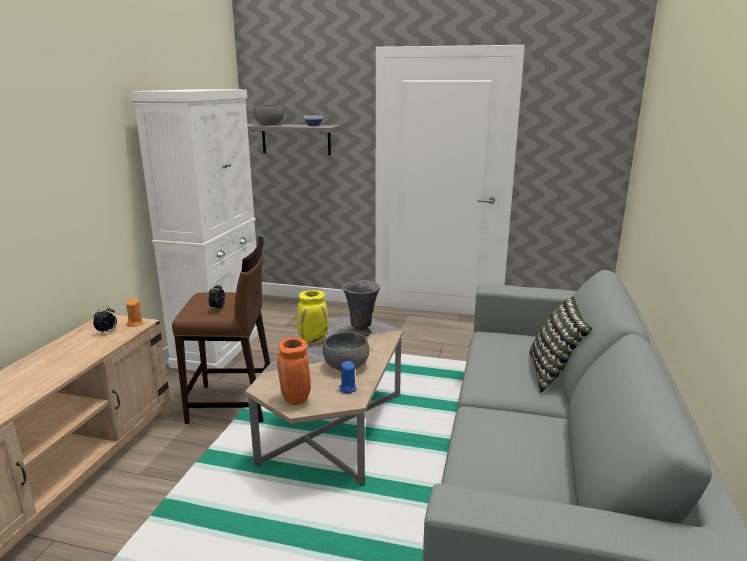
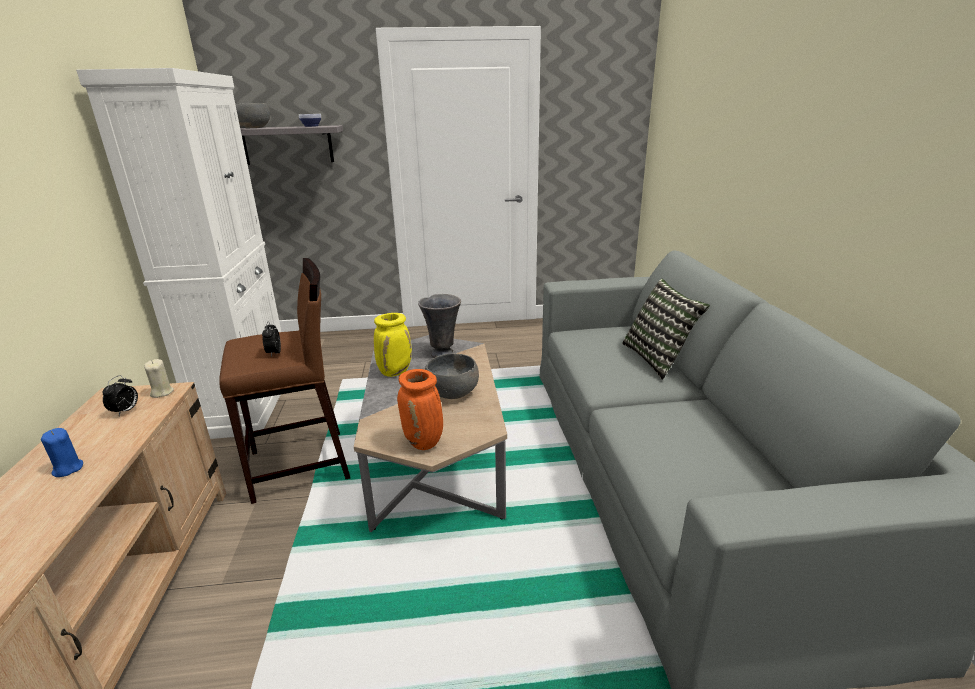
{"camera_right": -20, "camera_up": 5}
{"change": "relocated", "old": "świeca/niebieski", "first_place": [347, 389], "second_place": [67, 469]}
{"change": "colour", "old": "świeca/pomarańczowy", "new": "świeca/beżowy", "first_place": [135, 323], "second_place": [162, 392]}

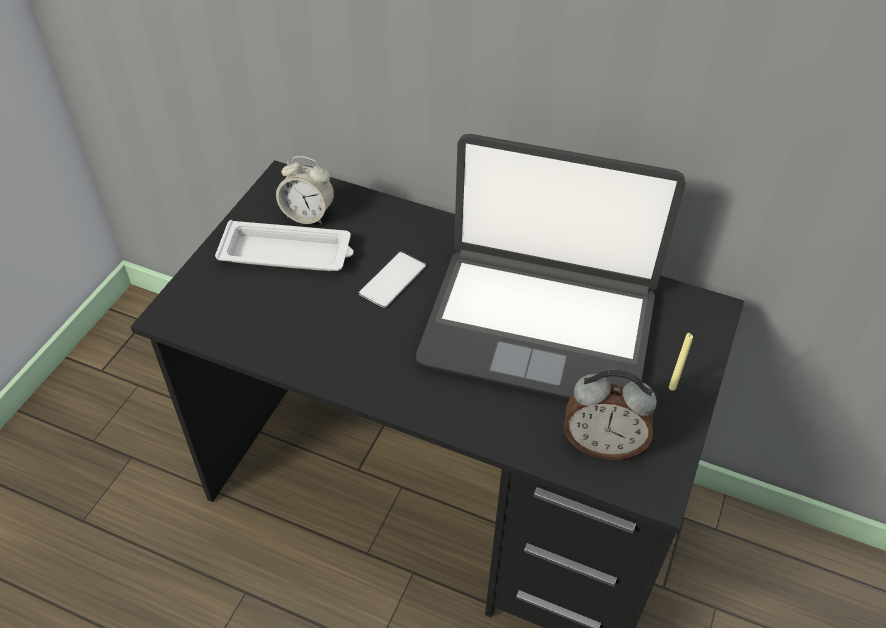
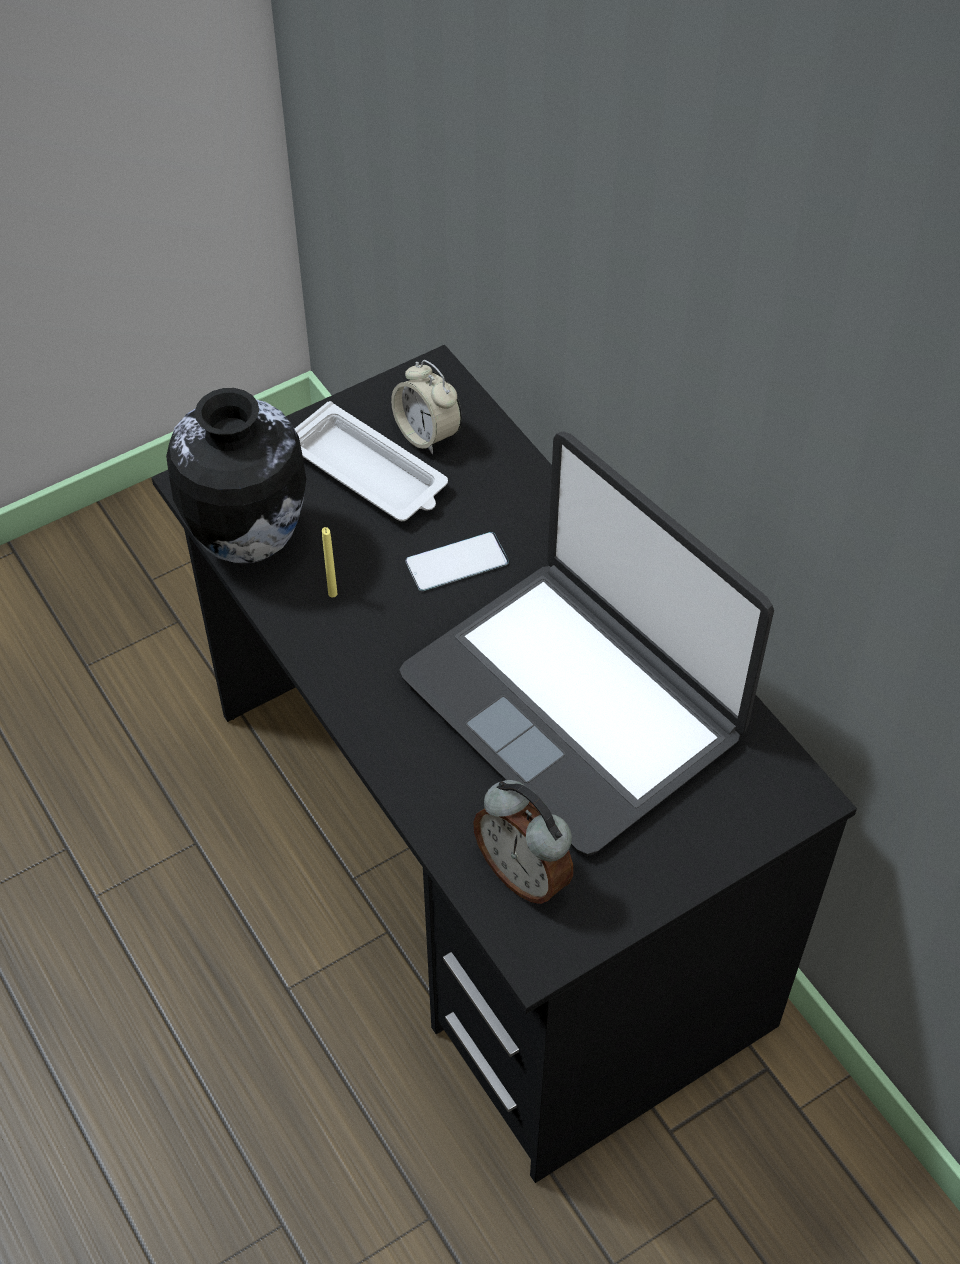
{"camera_right": 35, "camera_up": 5}
{"change": "appeared", "new": "wazon", "second_place": [247, 542]}
{"change": "relocated", "old": "świeca/żółty", "first_place": [672, 387], "second_place": [332, 594]}

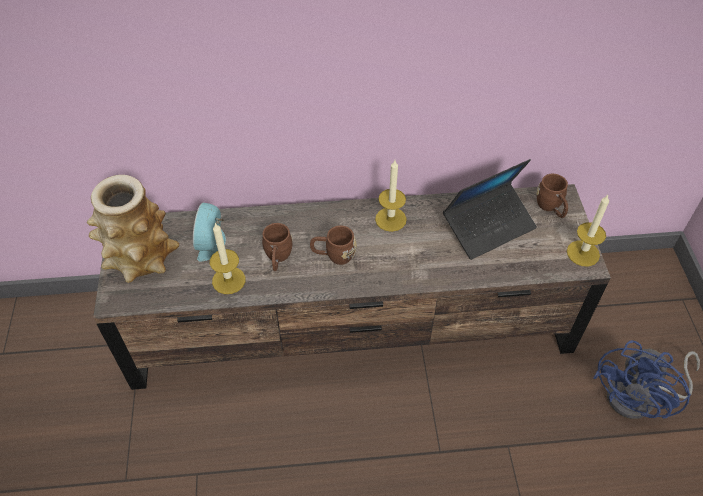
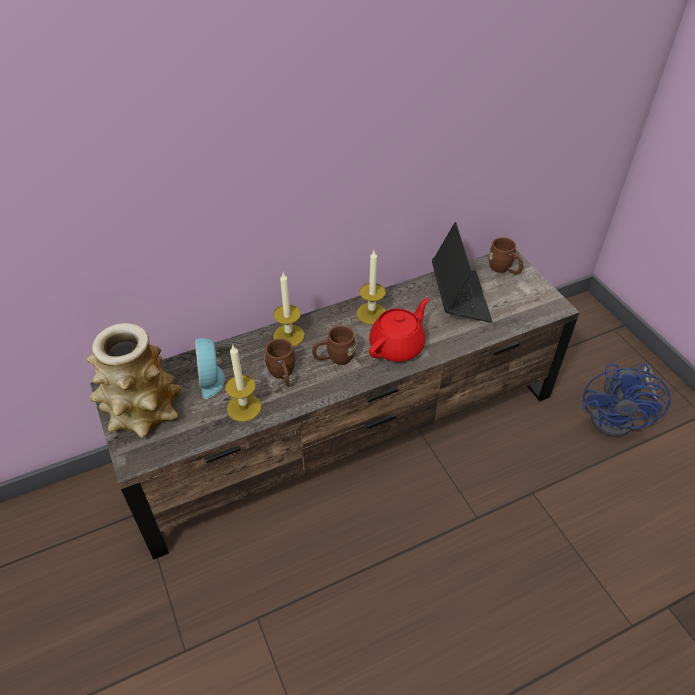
{"camera_right": -20, "camera_up": -5}
{"change": "appeared", "new": "imbryk/czerwony", "second_place": [397, 346]}
{"change": "relocated", "old": "świeca", "first_place": [583, 253], "second_place": [288, 335]}
{"change": "spun", "old": "laptop", "first_place": [488, 226], "second_place": [459, 297], "degrees": -45}

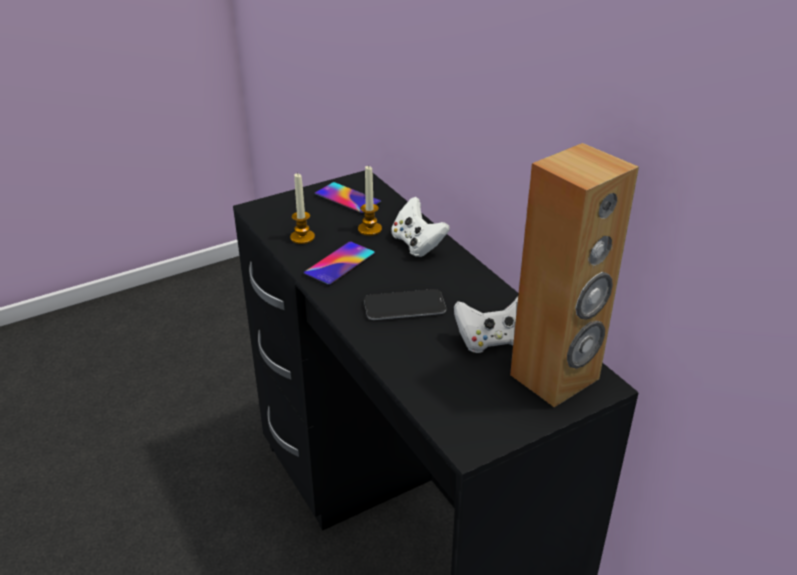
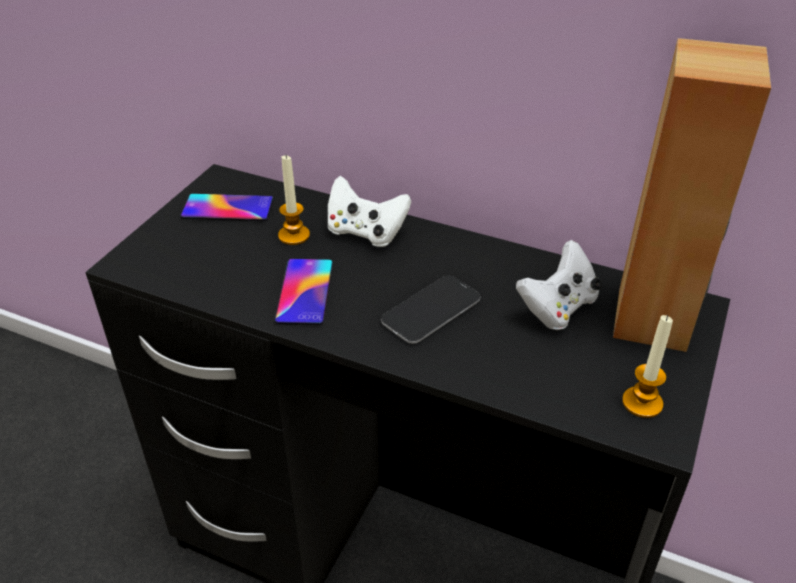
{"camera_right": -35, "camera_up": 5}
{"change": "relocated", "old": "świeca", "first_place": [302, 237], "second_place": [642, 403]}

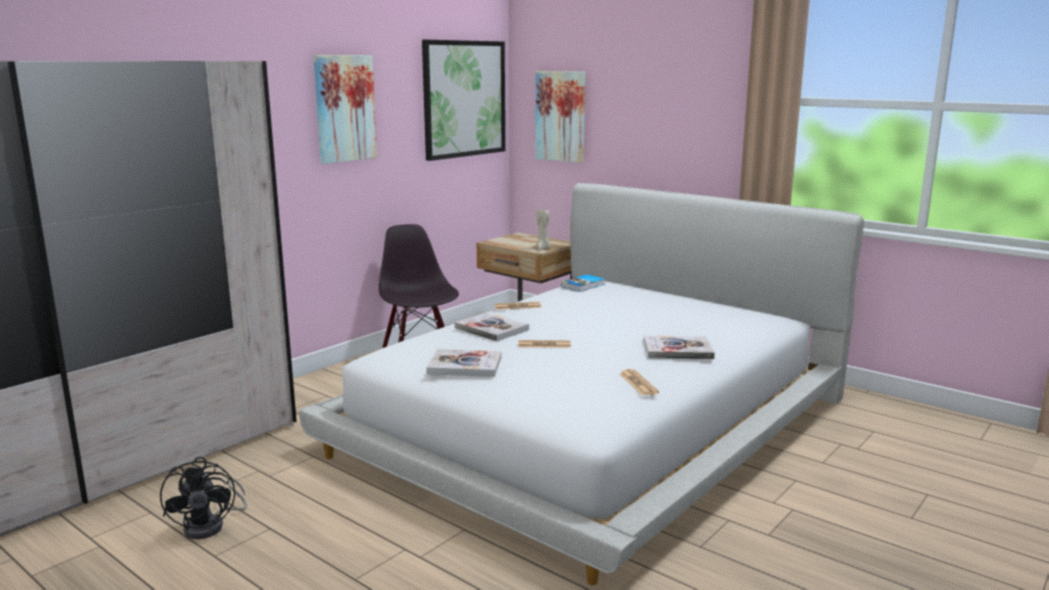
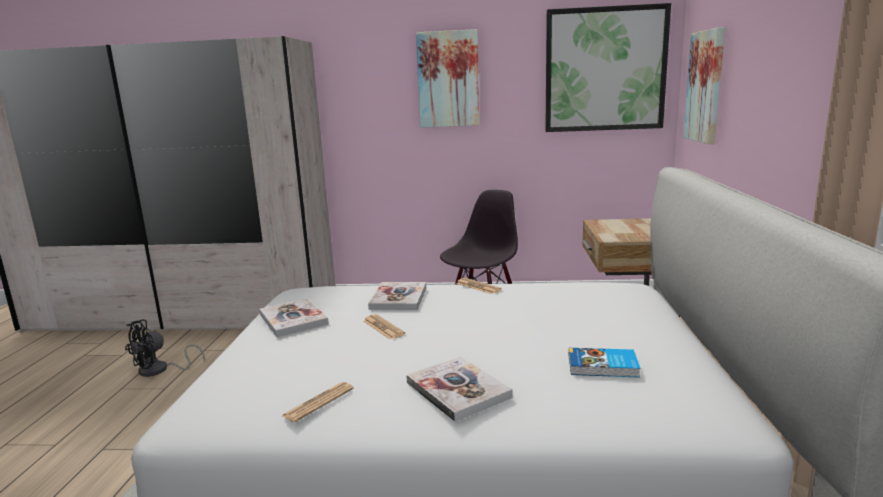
{"camera_right": 55, "camera_up": 0}
{"change": "missing", "old": "świeca/beżowy", "first_place": [543, 248]}
{"change": "relocated", "old": "książka", "first_place": [584, 285], "second_place": [603, 366]}

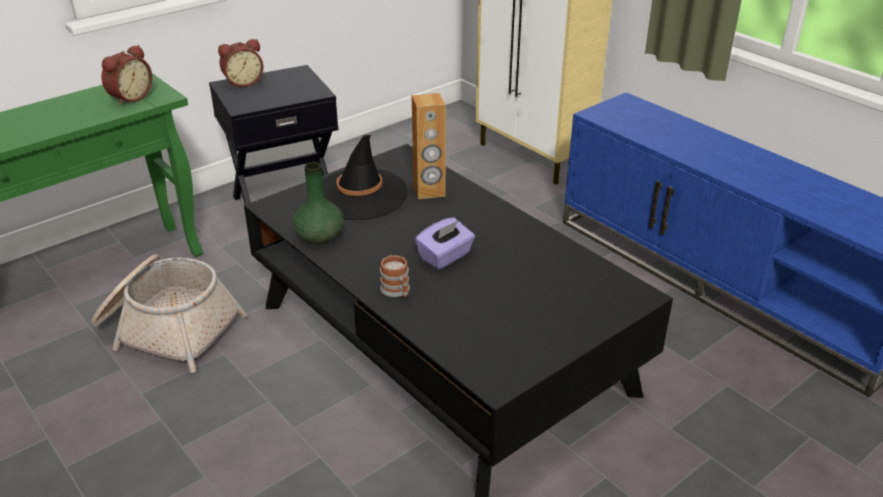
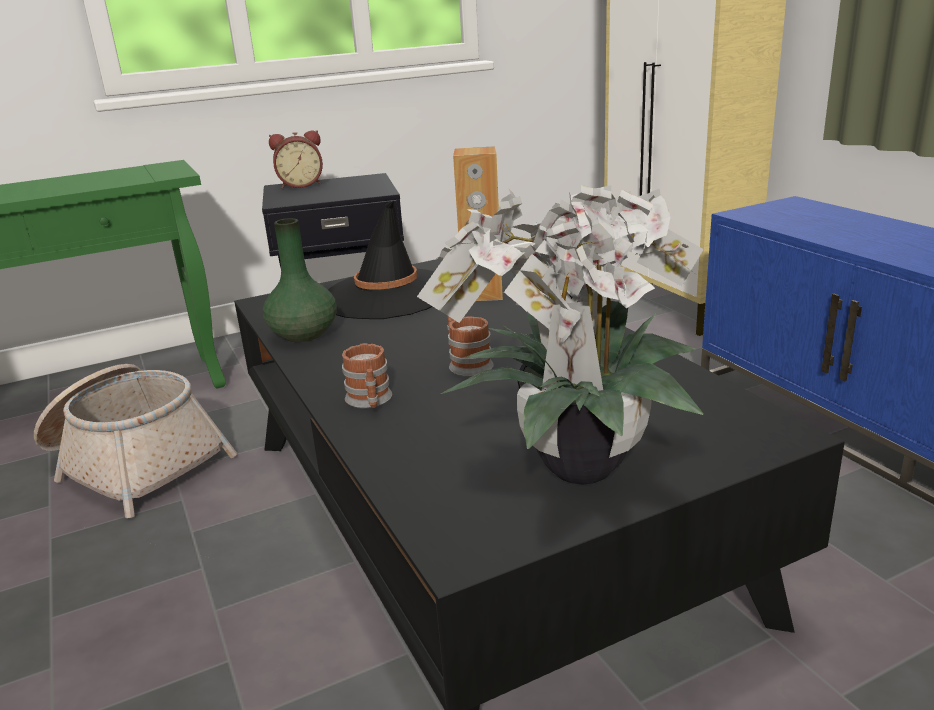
{"camera_right": 15, "camera_up": -10}
{"change": "missing", "old": "budzik", "first_place": [129, 97]}
{"change": "appeared", "new": "roślina doniczkowa", "second_place": [571, 467]}
{"change": "exchanged", "old": "pudełko chusteczek/fioletowy", "new": "kubek", "first_place": [445, 257], "second_place": [466, 364]}

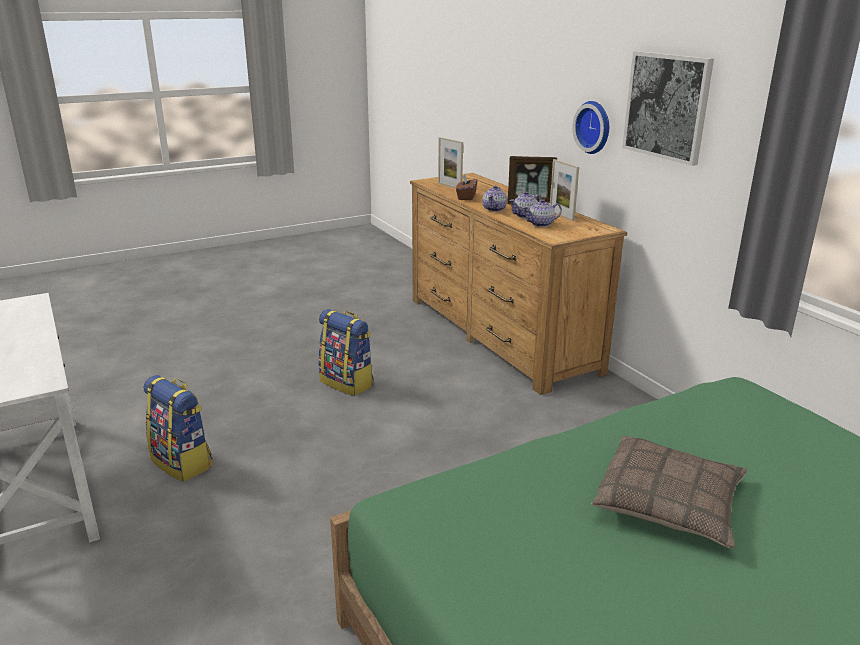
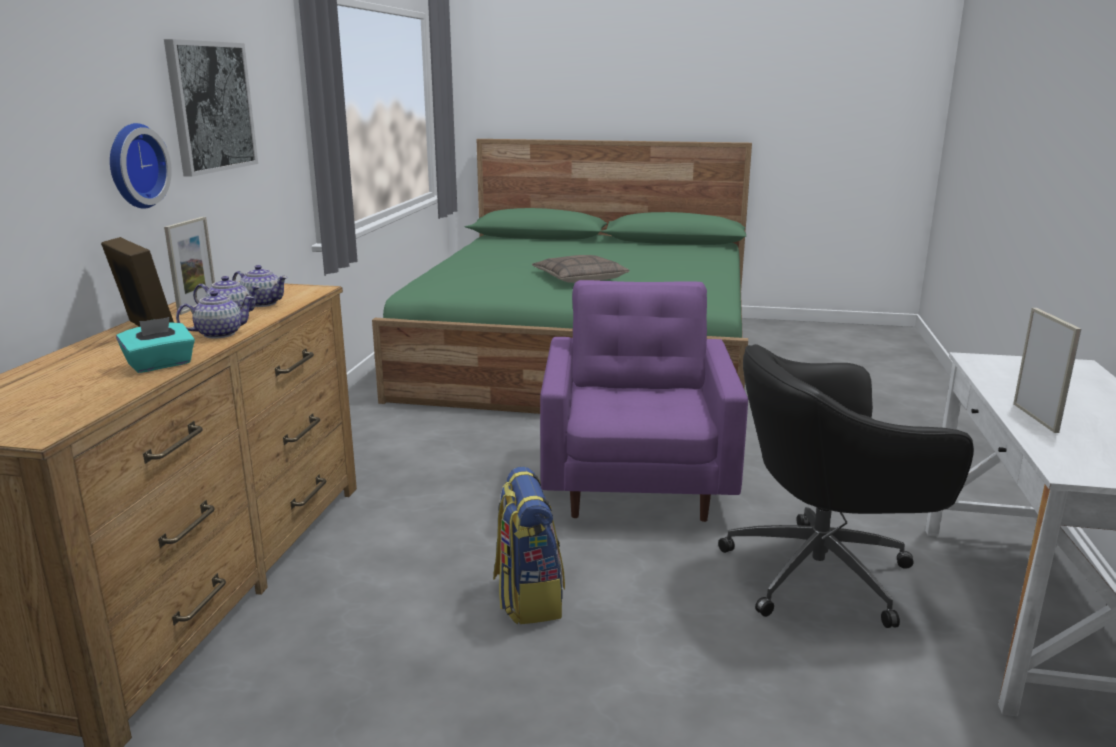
{"camera_right": -140, "camera_up": -5}
{"change": "appeared", "new": "fotel/fioletowy", "second_place": [637, 483]}
{"change": "relocated", "old": "ramka na zdjęcie", "first_place": [449, 186], "second_place": [1035, 418]}
{"change": "exchanged", "old": "plecak", "new": "krzesło biurowe/czarny", "first_place": [183, 463], "second_place": [823, 573]}
{"change": "colour", "old": "pudełko chusteczek/brązowy", "new": "pudełko chusteczek/turkusowy", "first_place": [466, 197], "second_place": [160, 365]}

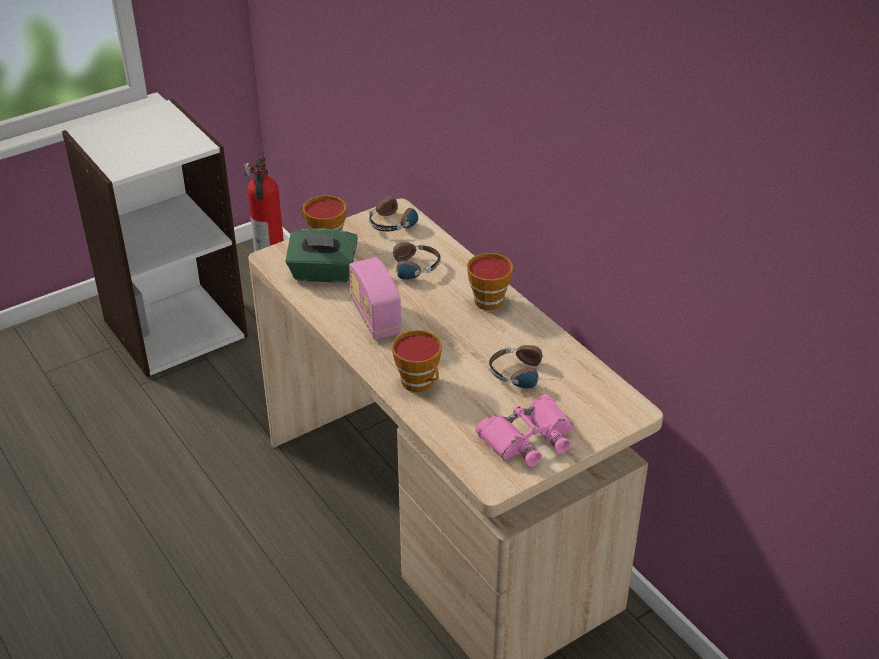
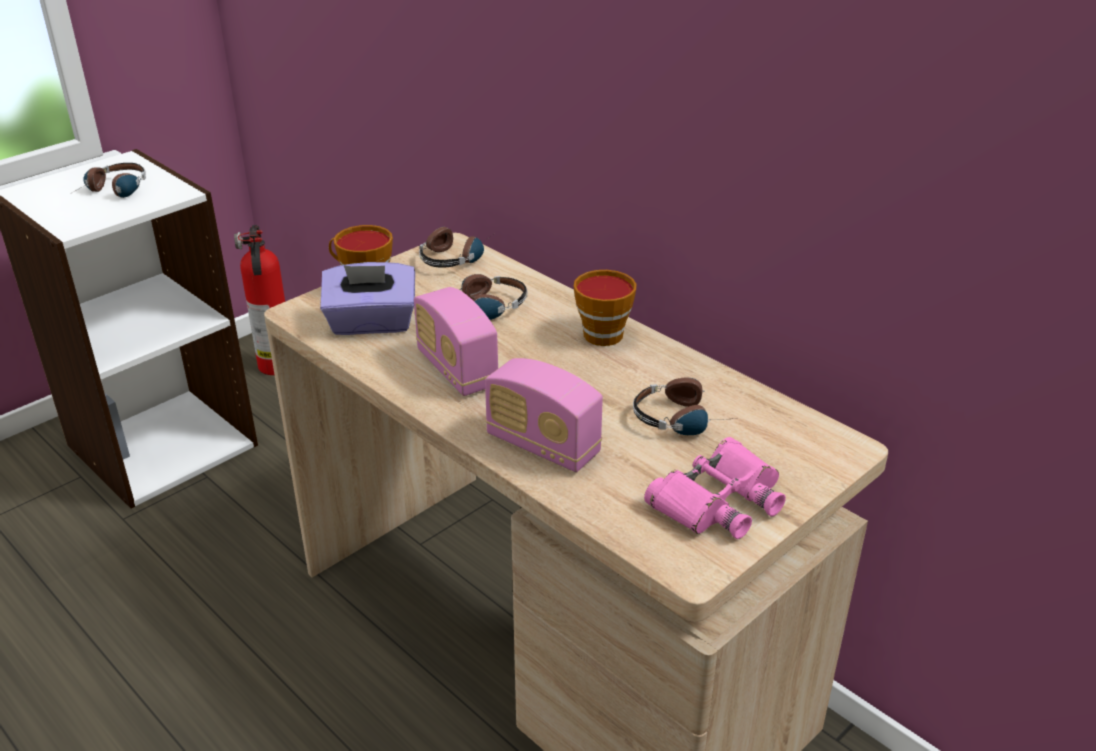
{"camera_right": -10, "camera_up": -5}
{"change": "appeared", "new": "słuchawki", "second_place": [113, 192]}
{"change": "exchanged", "old": "filiżanka", "new": "radio", "first_place": [420, 383], "second_place": [543, 445]}
{"change": "colour", "old": "pudełko chusteczek/zielony", "new": "pudełko chusteczek/fioletowy", "first_place": [323, 273], "second_place": [371, 324]}

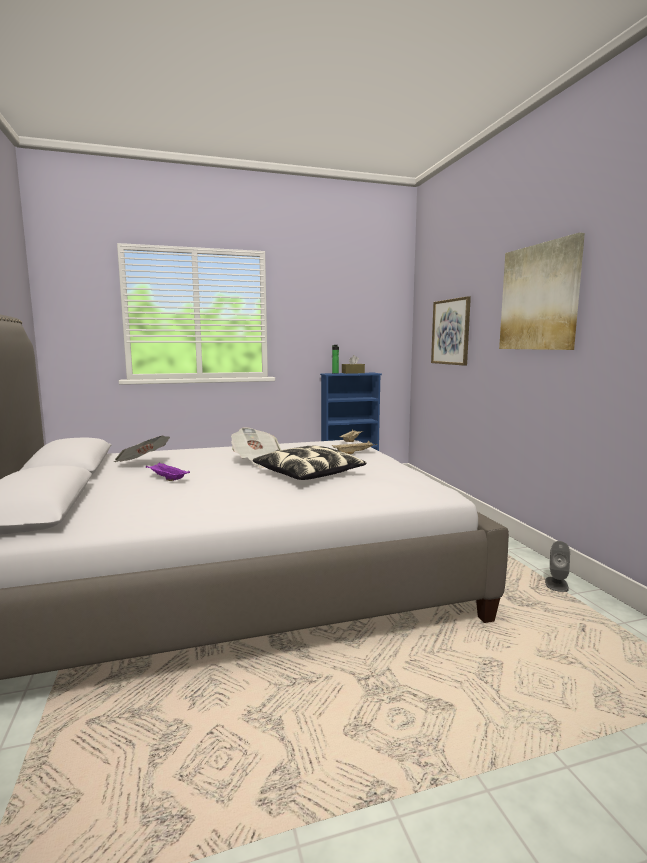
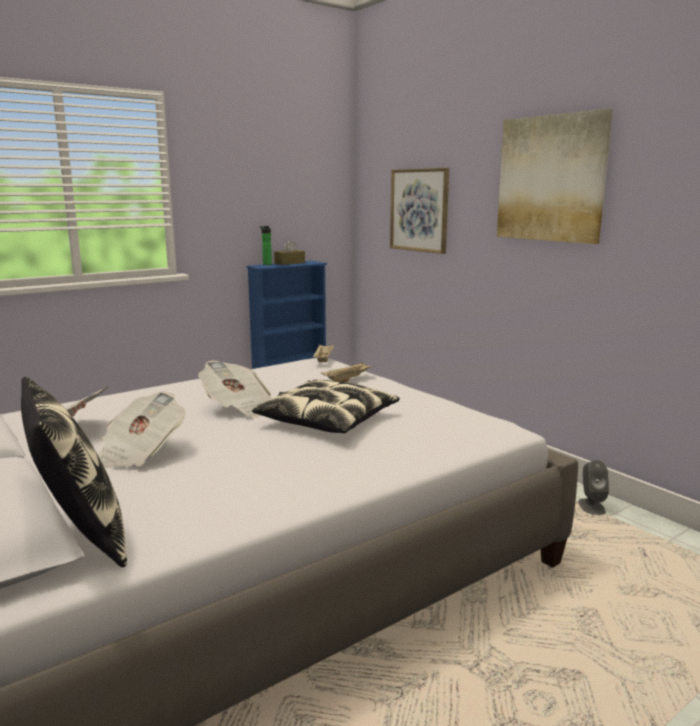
{"camera_right": -20, "camera_up": 5}
{"change": "appeared", "new": "poduszka", "second_place": [81, 536]}
{"change": "exchanged", "old": "taca/fioletowy", "new": "gazeta", "first_place": [167, 479], "second_place": [139, 453]}

